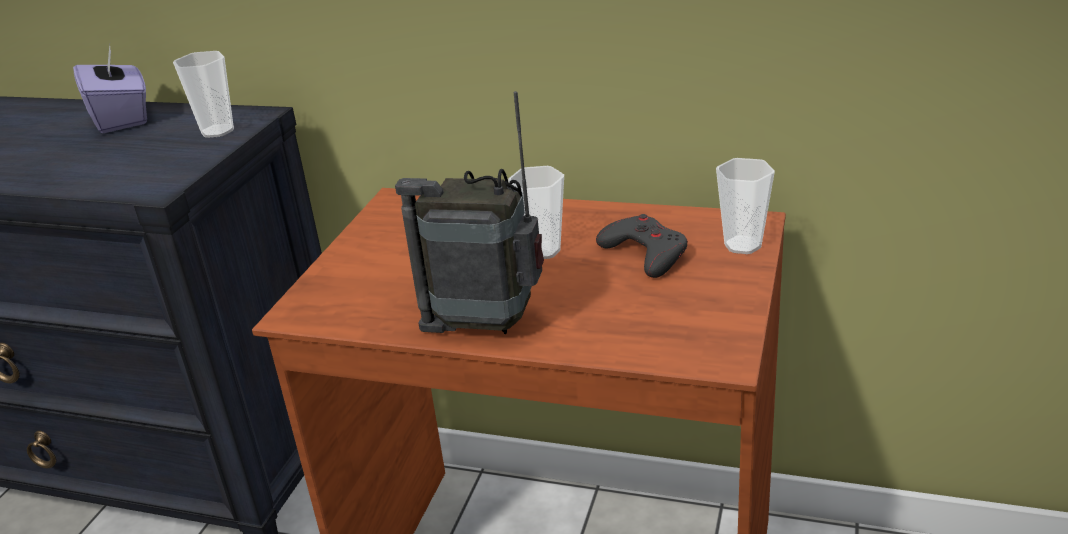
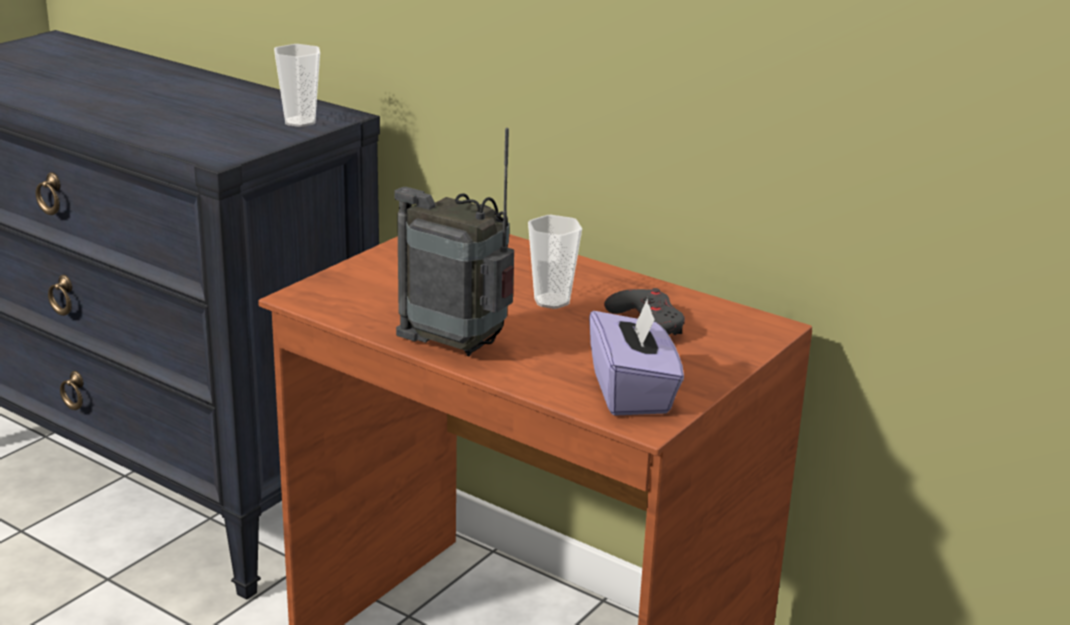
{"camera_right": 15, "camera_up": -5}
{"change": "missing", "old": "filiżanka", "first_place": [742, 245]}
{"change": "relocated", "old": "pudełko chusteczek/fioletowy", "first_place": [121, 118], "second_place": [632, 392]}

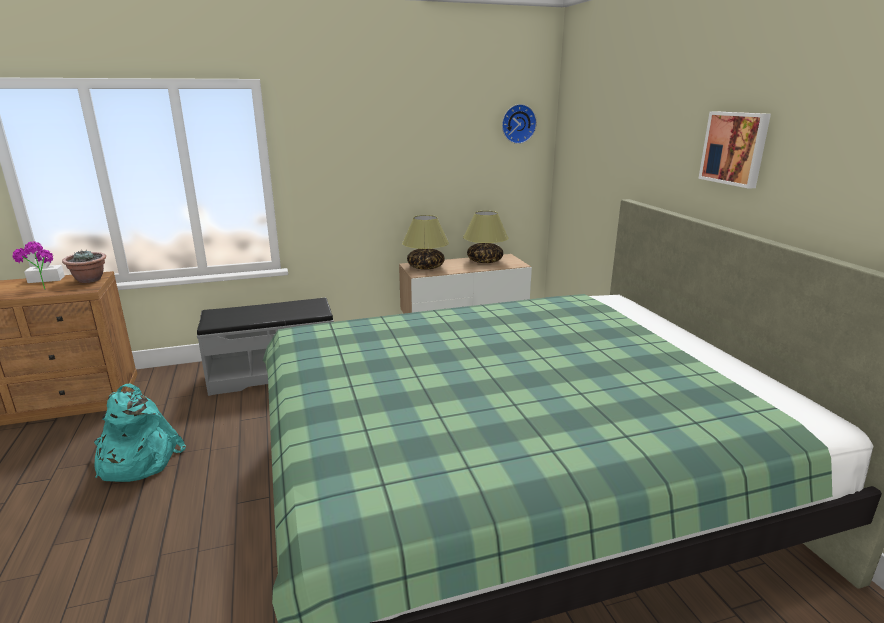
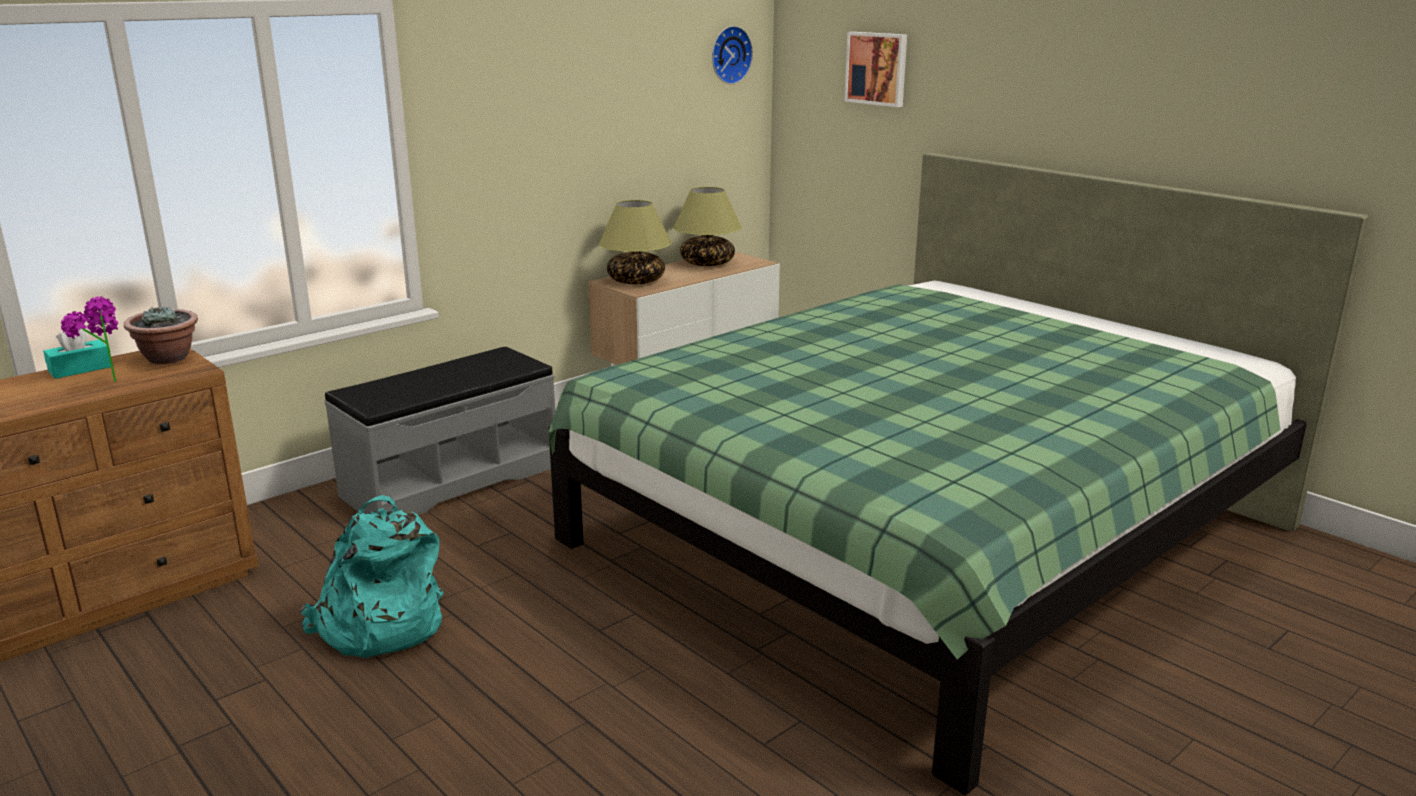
{"camera_right": -25, "camera_up": 0}
{"change": "relocated", "old": "obraz", "first_place": [735, 148], "second_place": [877, 68]}
{"change": "colour", "old": "pudełko chusteczek/biały", "new": "pudełko chusteczek/turkusowy", "first_place": [46, 279], "second_place": [80, 369]}

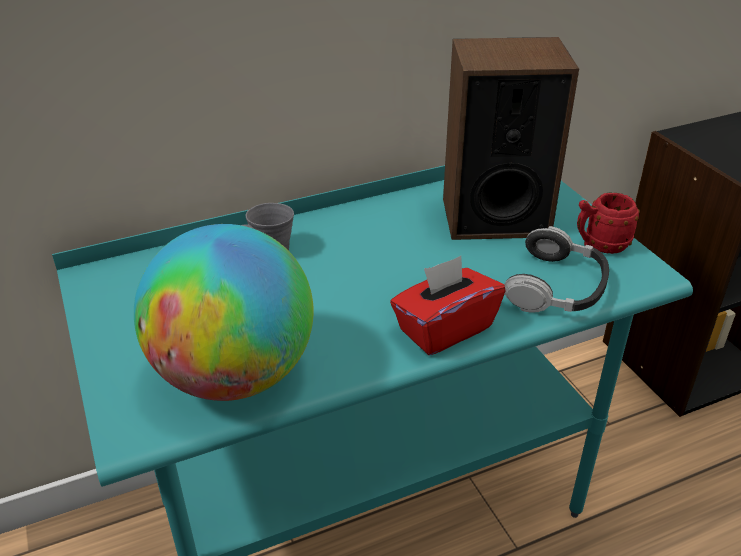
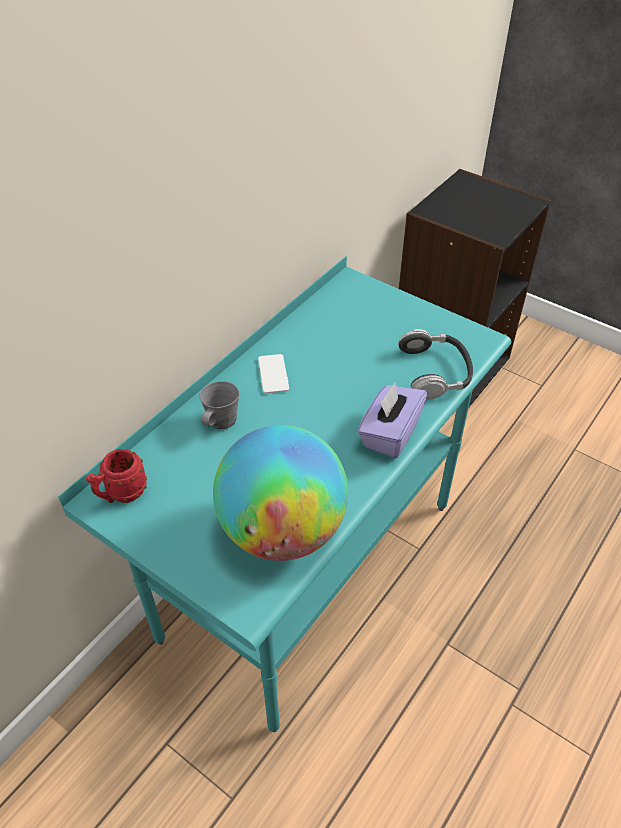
{"camera_right": -30, "camera_up": 10}
{"change": "missing", "old": "głośnik", "first_place": [494, 217]}
{"change": "appeared", "new": "telefon", "second_place": [273, 374]}
{"change": "relocated", "old": "kubek/czerwony", "first_place": [599, 246], "second_place": [121, 494]}
{"change": "colour", "old": "pudełko chusteczek/czerwony", "new": "pudełko chusteczek/fioletowy", "first_place": [444, 329], "second_place": [390, 434]}

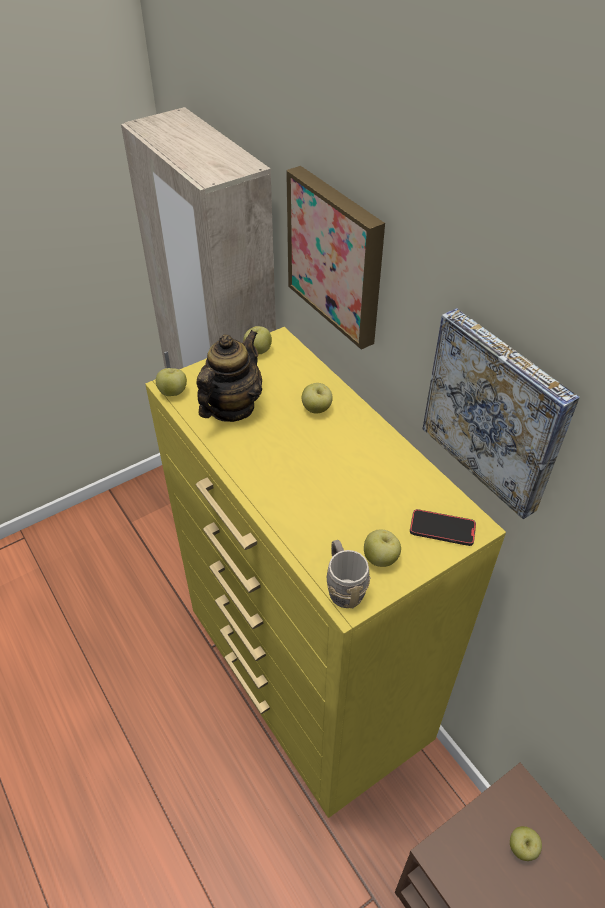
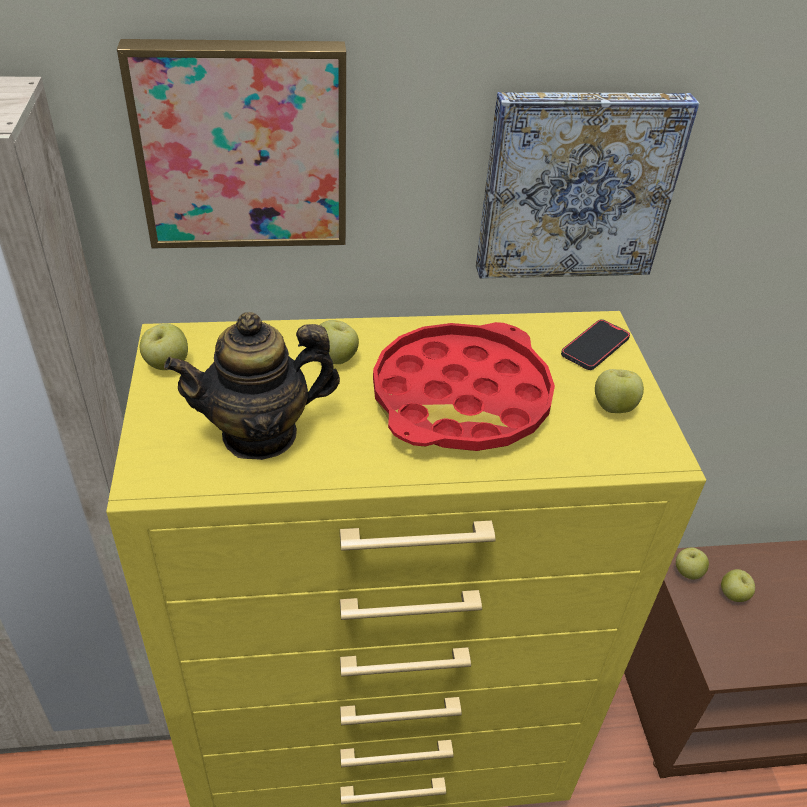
{"camera_right": -65, "camera_up": -5}
{"change": "missing", "old": "kubek/szary", "first_place": [343, 586]}
{"change": "appeared", "new": "taca/czerwony", "second_place": [461, 398]}
{"change": "relocated", "old": "jabłko", "first_place": [173, 392], "second_place": [687, 572]}
{"change": "spun", "old": "imbryk", "first_place": [231, 408], "second_place": [260, 434], "degrees": -75}

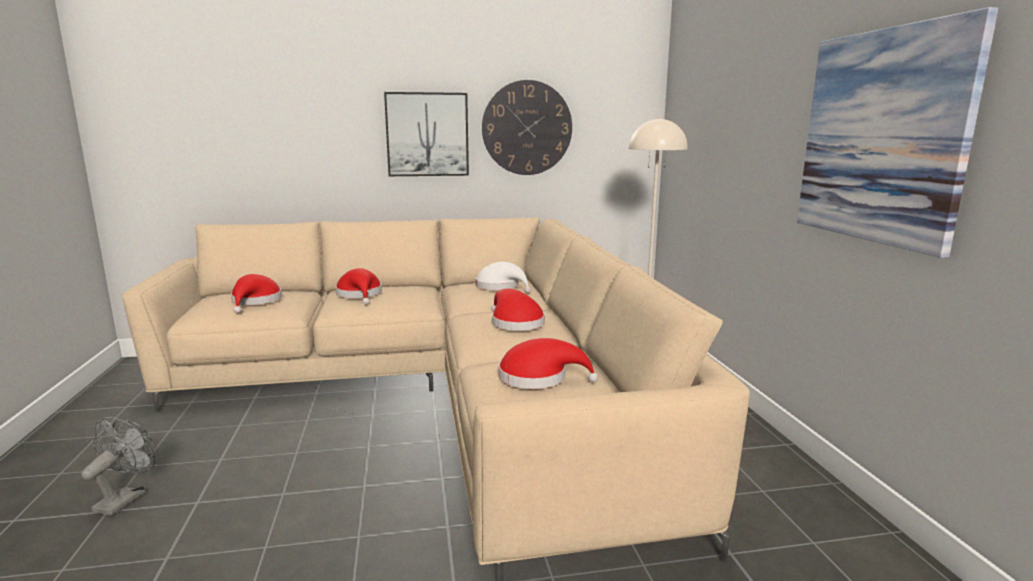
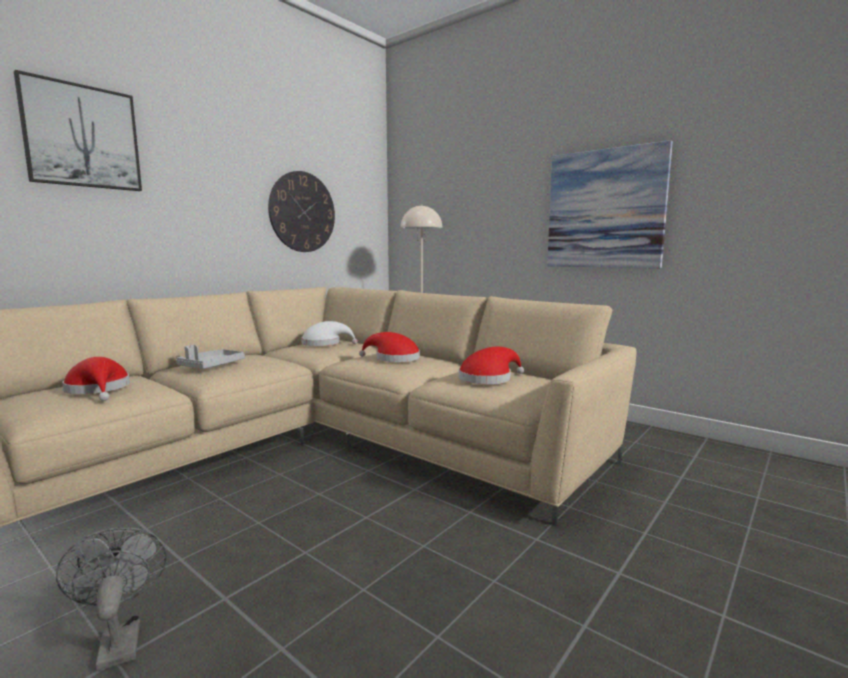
{"camera_right": -40, "camera_up": -5}
{"change": "relocated", "old": "obraz", "first_place": [427, 134], "second_place": [82, 136]}
{"change": "exchanged", "old": "kapelusz/czerwony", "new": "taca/szary", "first_place": [360, 295], "second_place": [211, 366]}

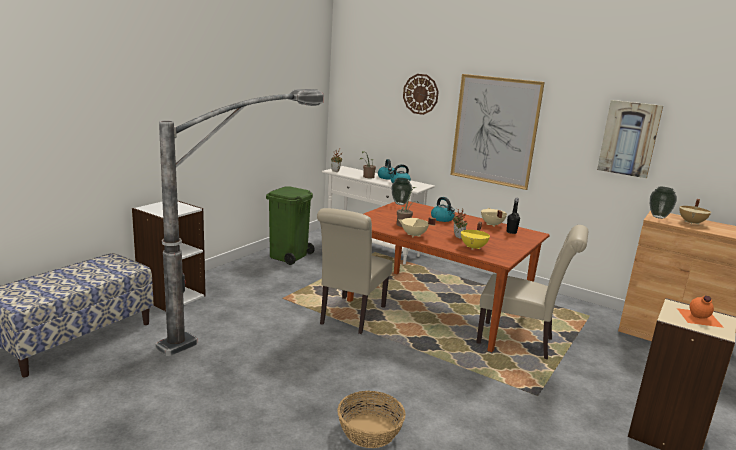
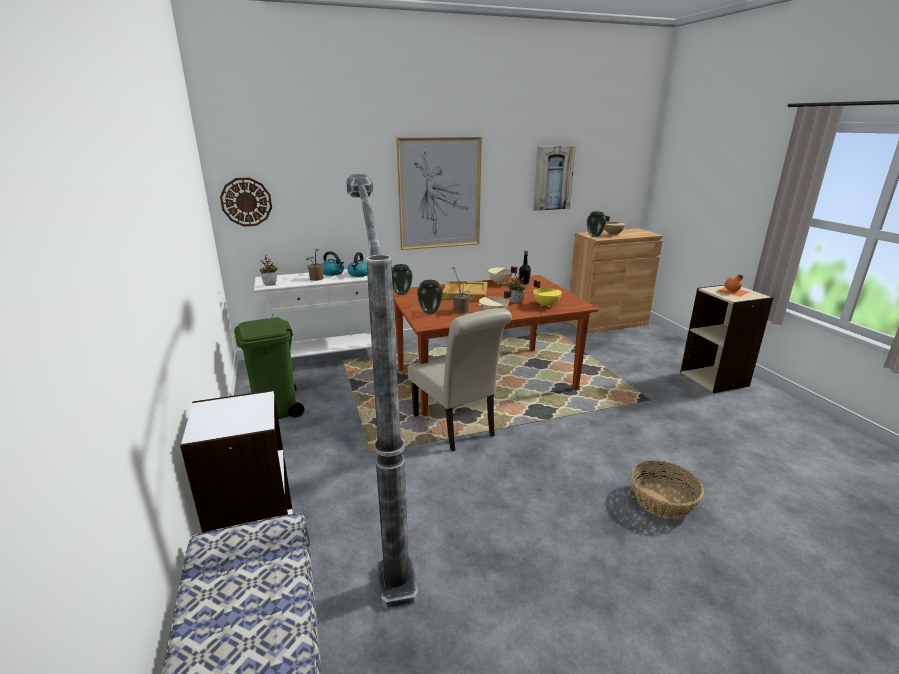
{"camera_right": -50, "camera_up": 5}
{"change": "missing", "old": "krzesło/beżowy", "first_place": [520, 342]}
{"change": "appeared", "new": "wazon", "second_place": [429, 312]}
{"change": "relocated", "old": "zegar ścienny", "first_place": [420, 94], "second_place": [246, 202]}
{"change": "exchanged", "old": "czajnik", "new": "taca/beżowy", "first_place": [442, 219], "second_place": [464, 292]}

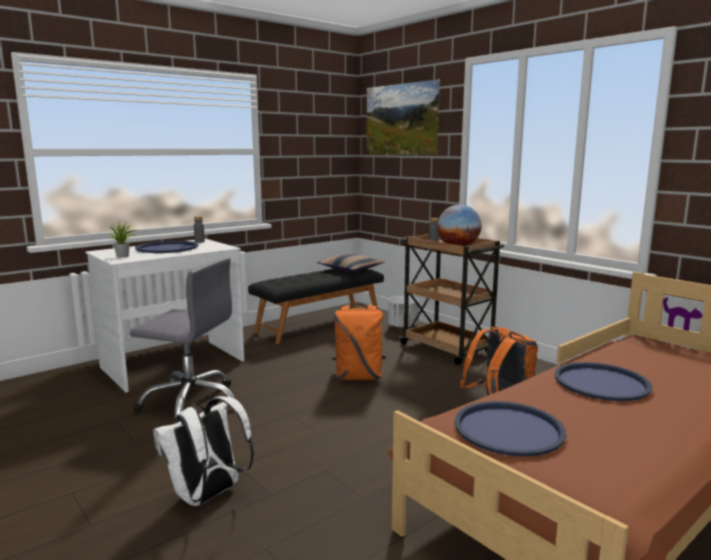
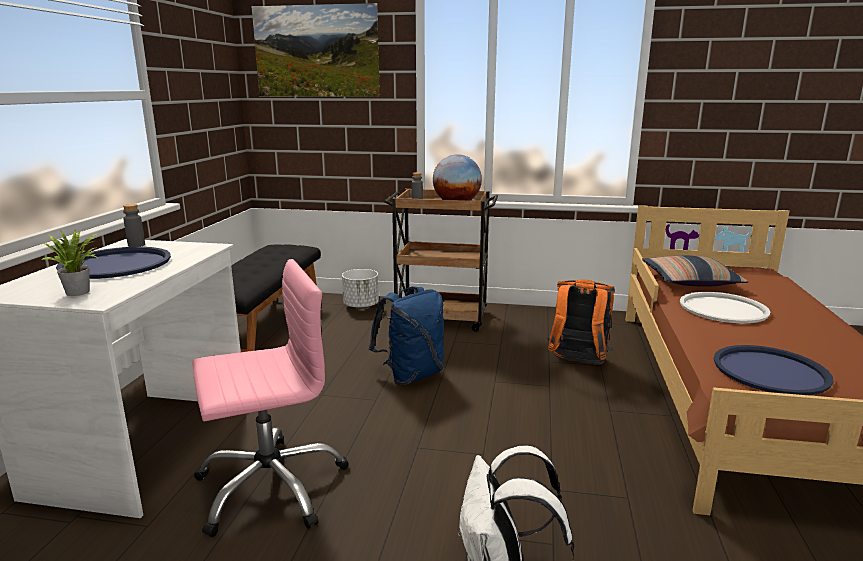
{"camera_right": -40, "camera_up": 5}
{"change": "relocated", "old": "poduszka", "first_place": [351, 270], "second_place": [690, 281]}
{"change": "colour", "old": "krzesło biurowe/szary", "new": "krzesło biurowe/różowy", "first_place": [191, 402], "second_place": [270, 486]}
{"change": "colour", "old": "plecak/pomarańczowy", "new": "plecak/niebieski", "first_place": [359, 377], "second_place": [411, 375]}
{"change": "colour", "old": "taca/niebieski", "new": "taca/biały", "first_place": [601, 383], "second_place": [723, 309]}

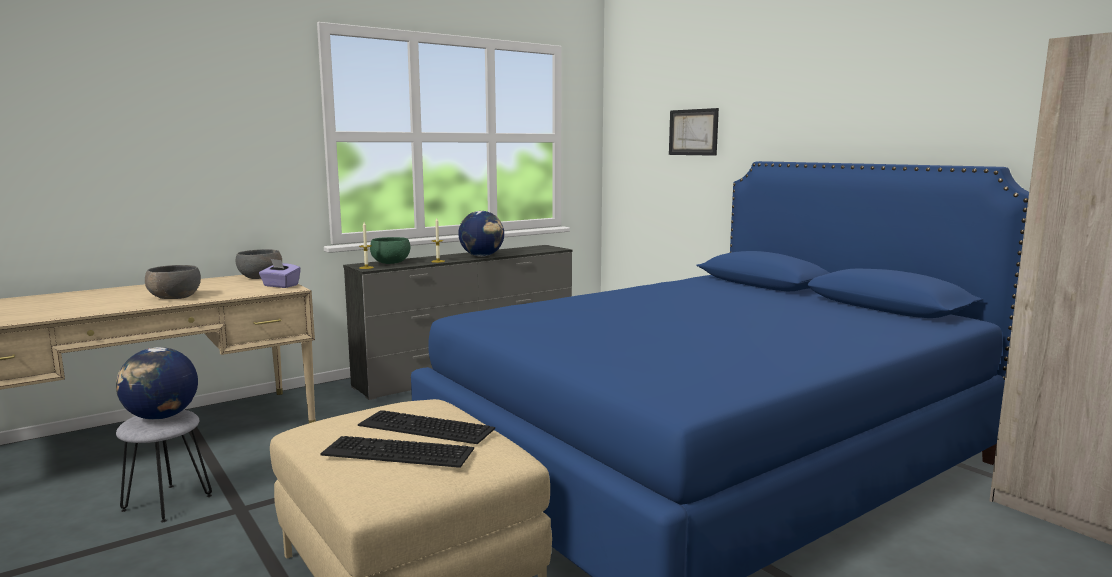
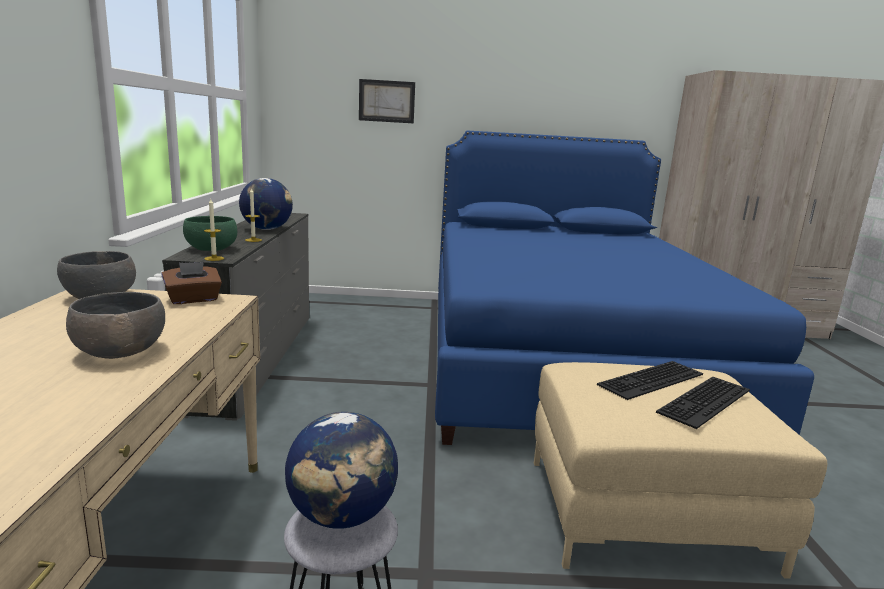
{"camera_right": -55, "camera_up": 5}
{"change": "colour", "old": "pudełko chusteczek/fioletowy", "new": "pudełko chusteczek/brązowy", "first_place": [280, 286], "second_place": [193, 299]}

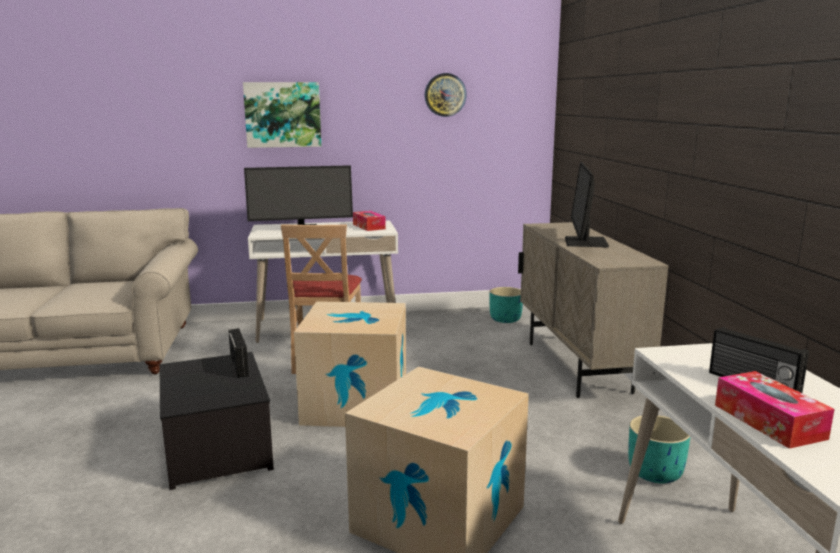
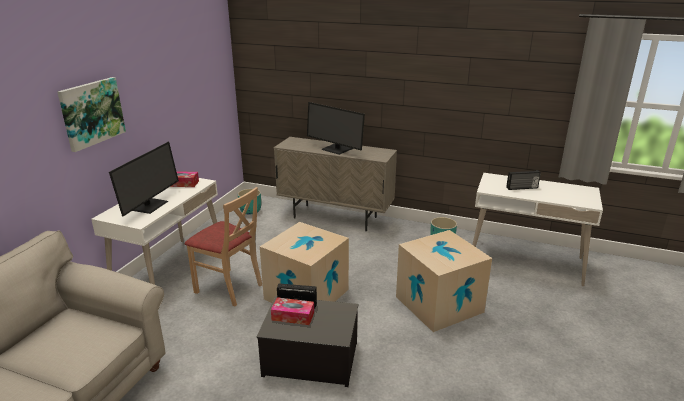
{"camera_right": -60, "camera_up": 10}
{"change": "missing", "old": "zegar ścienny", "first_place": [445, 95]}
{"change": "relocated", "old": "pudełko chusteczek", "first_place": [768, 421], "second_place": [293, 316]}

